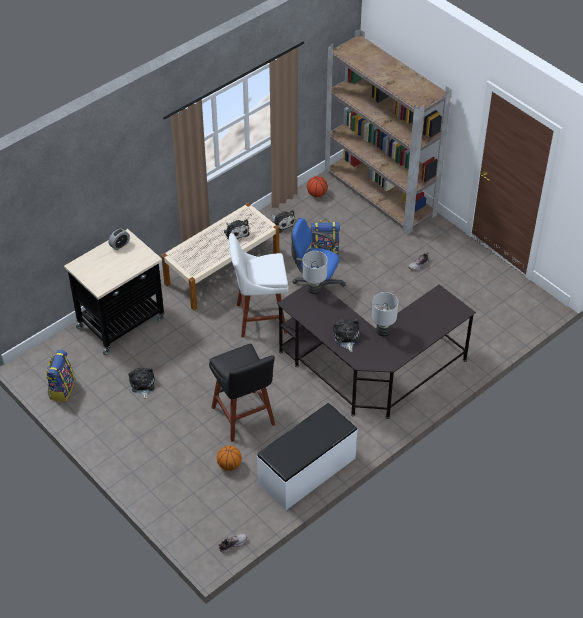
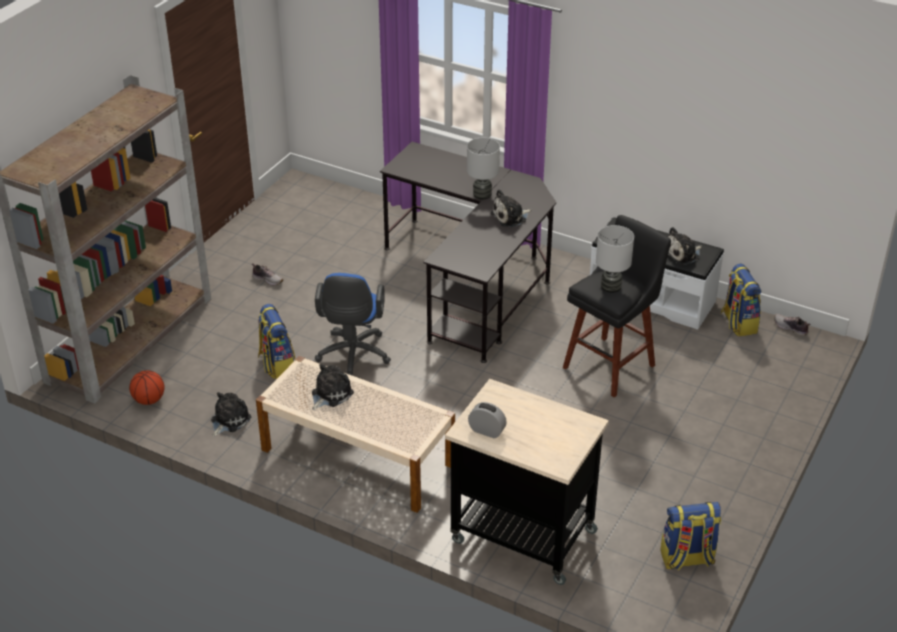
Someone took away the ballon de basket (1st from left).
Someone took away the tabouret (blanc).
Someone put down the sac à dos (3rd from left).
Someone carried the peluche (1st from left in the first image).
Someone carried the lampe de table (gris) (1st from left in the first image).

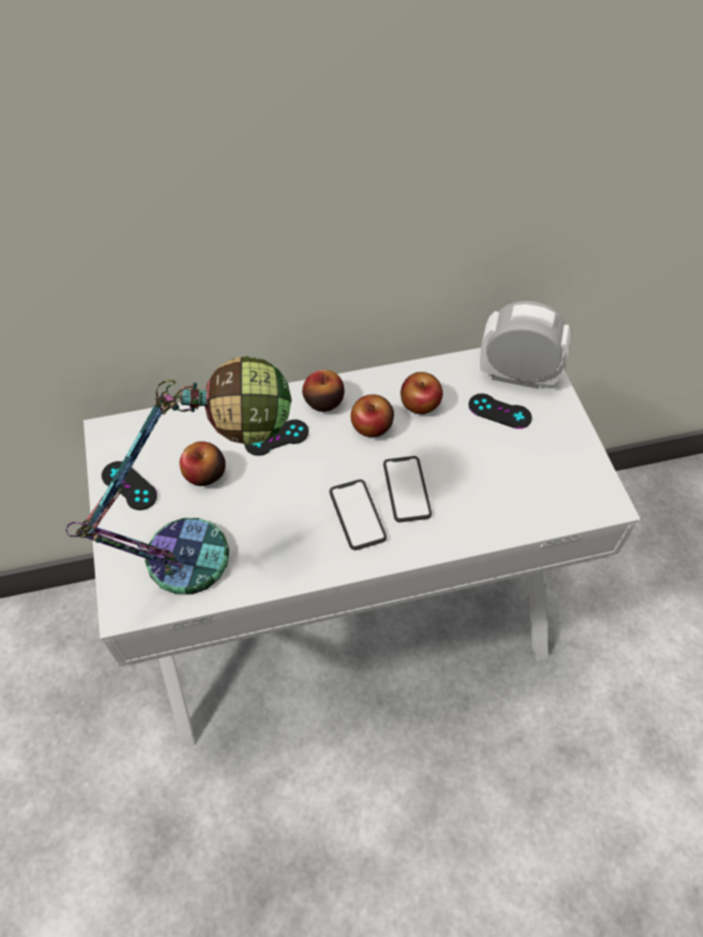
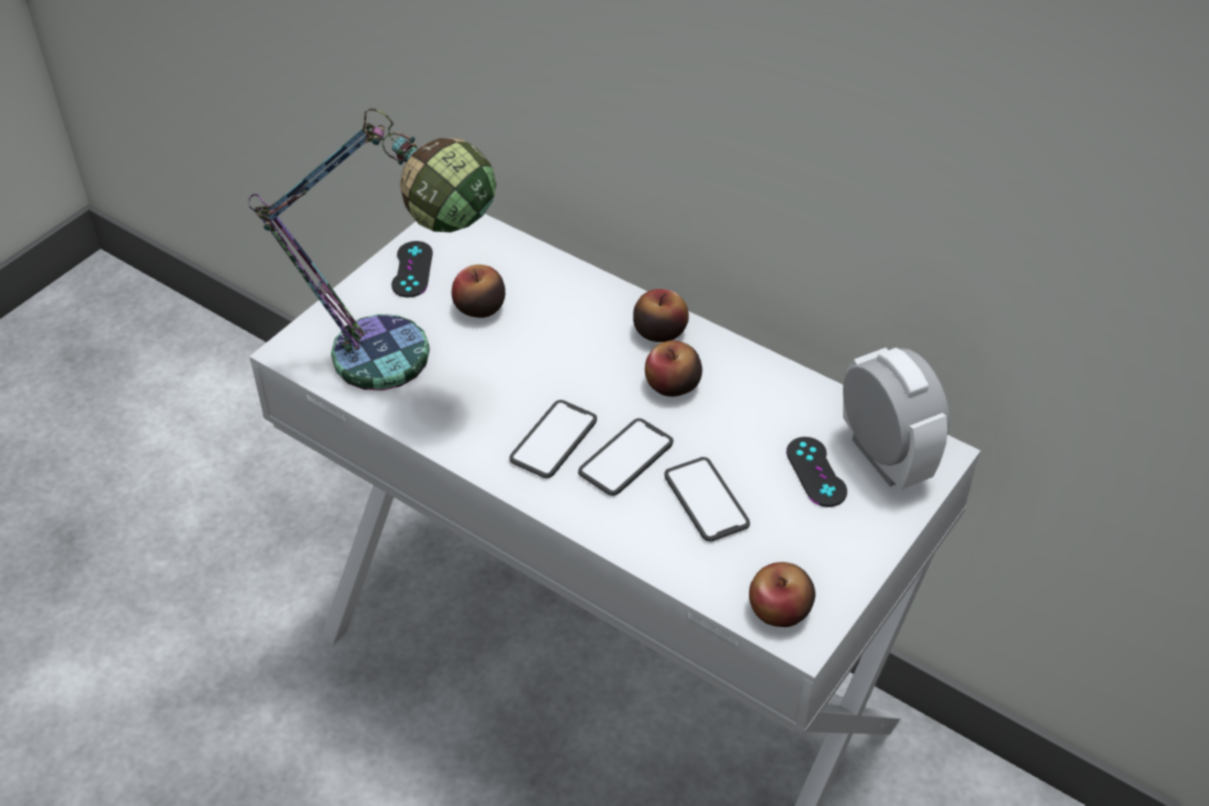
Someone took away the manette (noir) (2nd from left).
Someone put down the téléphone (3rd from left).
Someone carried the pomme (4th from left).

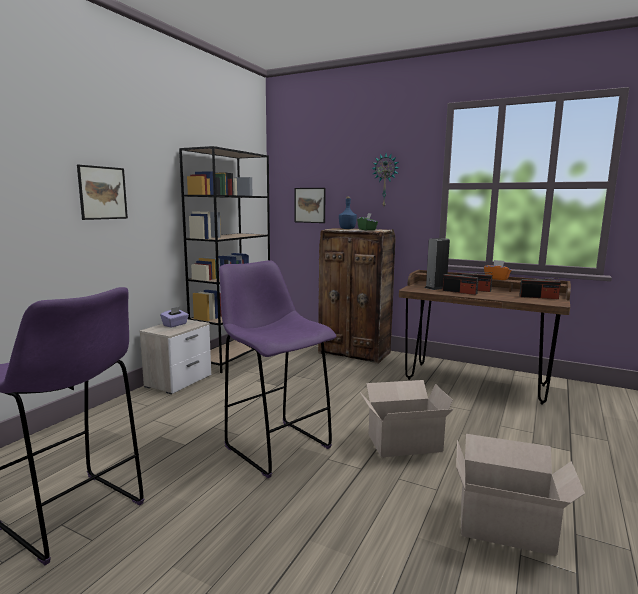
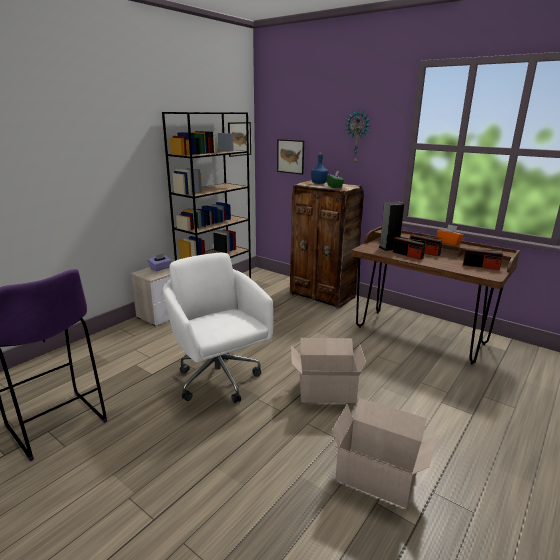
Someone carried the tableau (1st from left).
Someone swapped the tabouret (violet) (2nd from left) for the chaise de bureau (blanc).

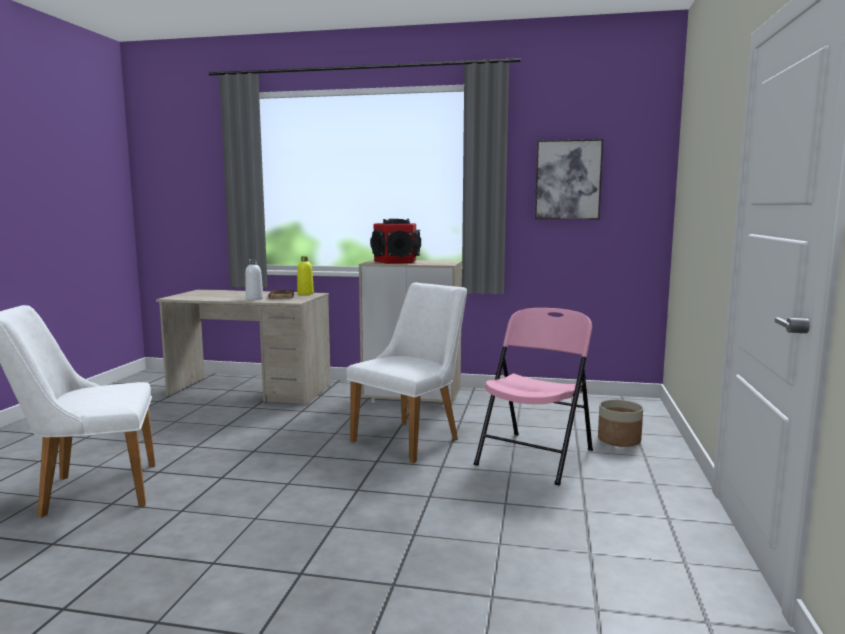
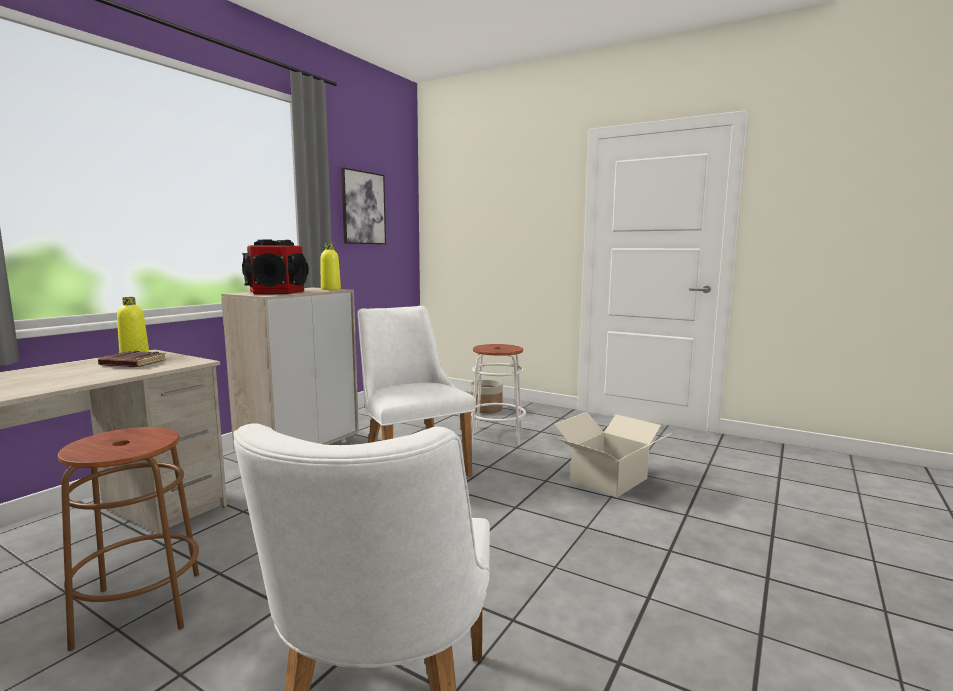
Someone took away the bouteille (blanc).
Someone put down the tabouret (marron).
Someone put down the bouteille (jaune) (2nd from left).
Someone put down the carton.
Someone swapped the chaise (rose) for the tabouret (blanc).

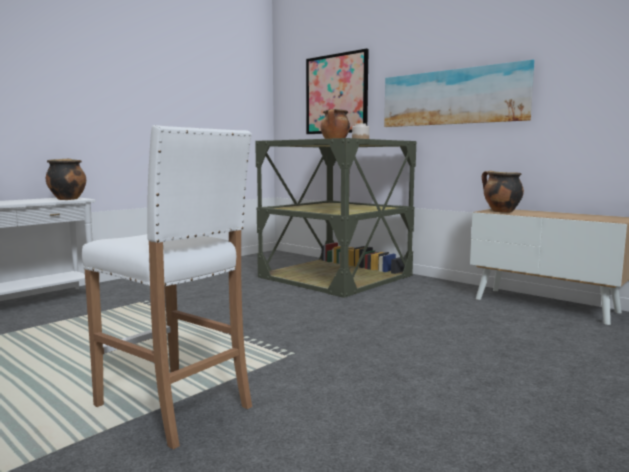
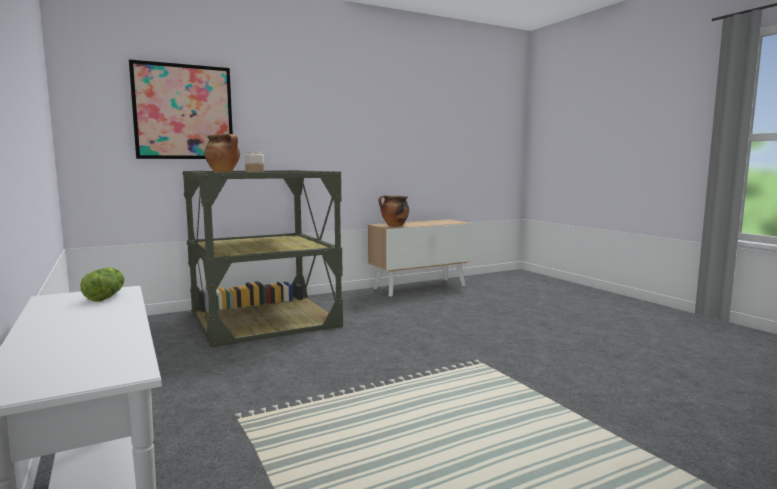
Someone took away the tabouret (blanc).
Someone took away the tableau (2nd from left).
Someone swapped the marmite (1st from left) for the laitue.

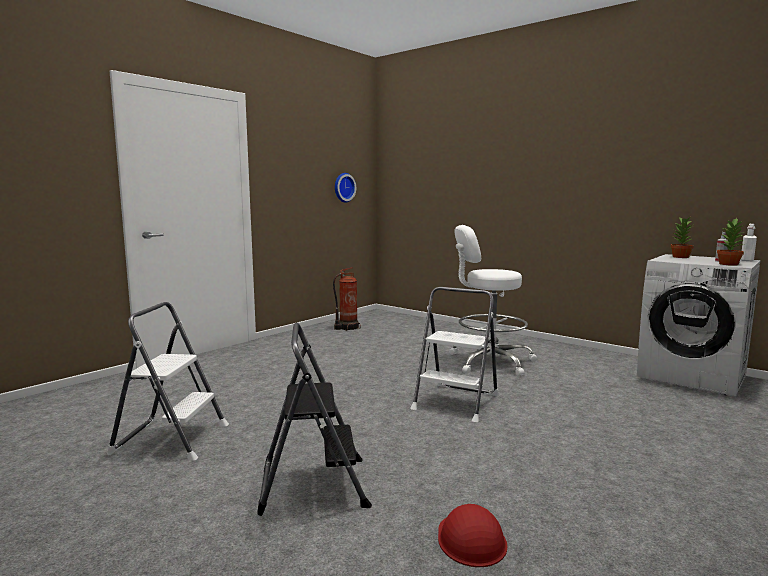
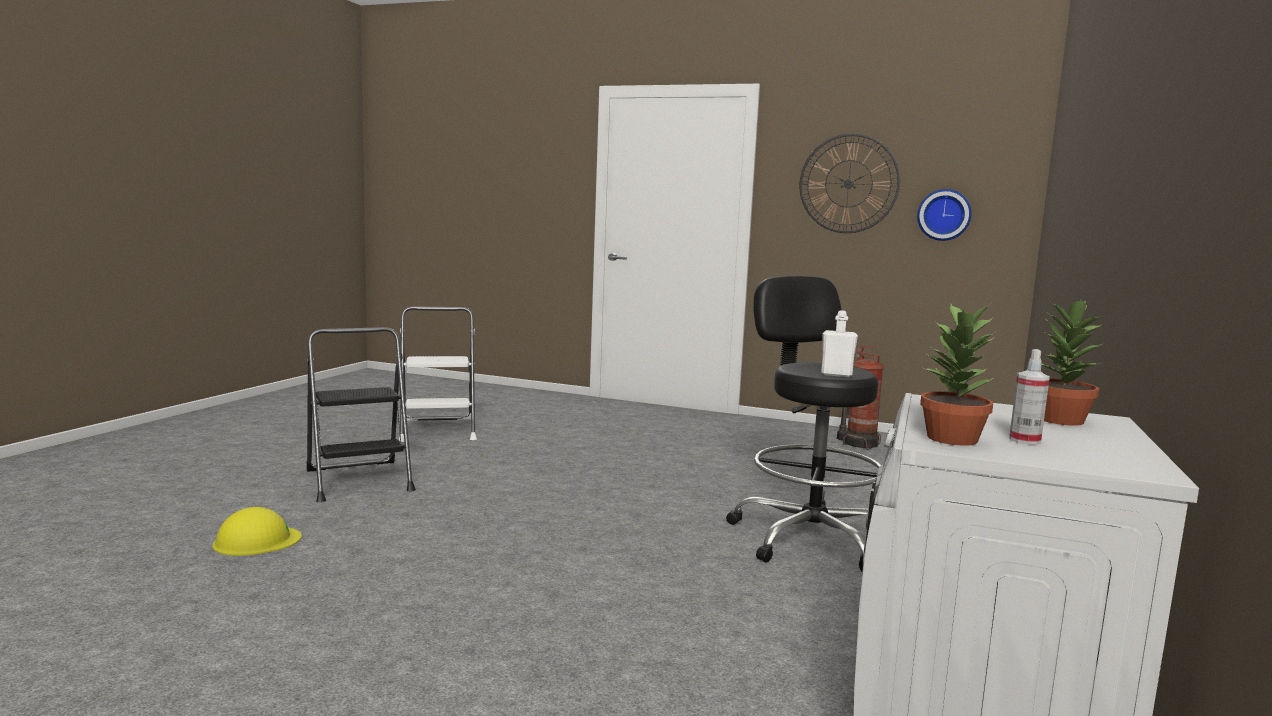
Someone took away the escabeau (blanc) (2nd from left).
Someone put up the horloge murale (1st from left).
Someone carried the bouteille (blanc).
Someone repainted the casque de chantier (rouge), which became the casque de chantier (jaune).
Someone repainted the tabouret (blanc), which became the tabouret (noir).

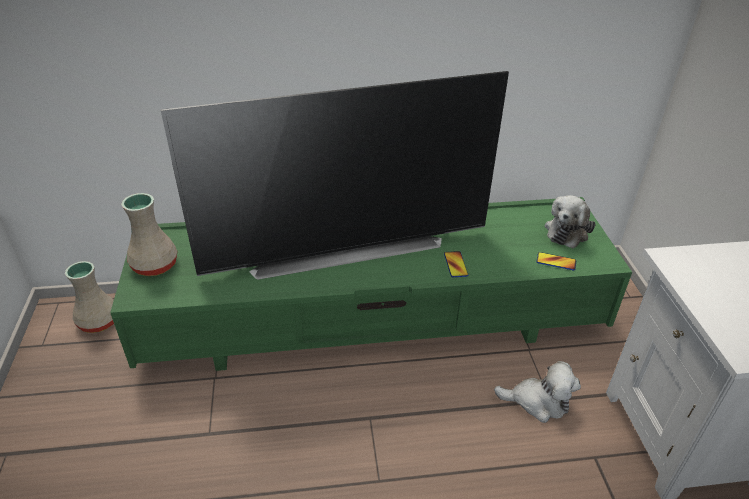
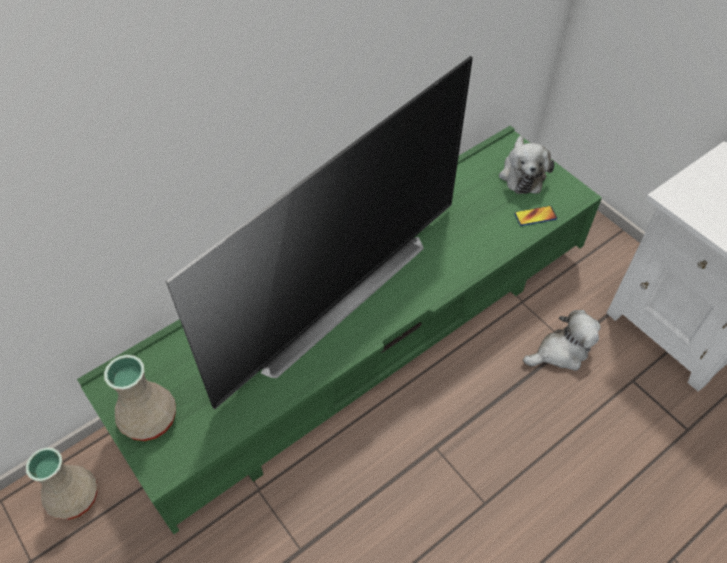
Someone took away the téléphone (1st from left).

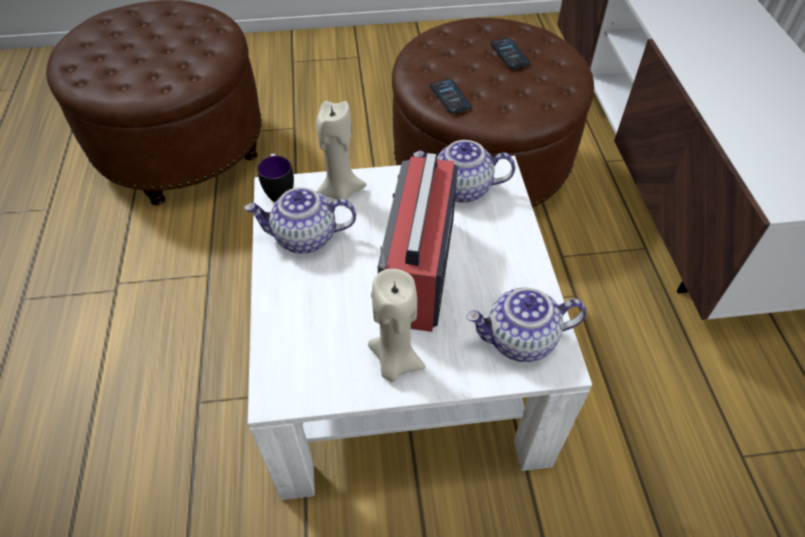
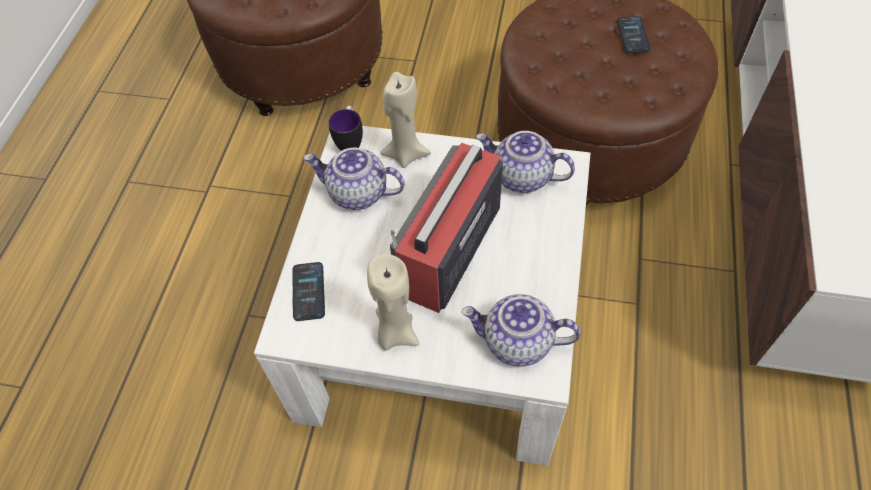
Someone carried the téléphone (1st from left).

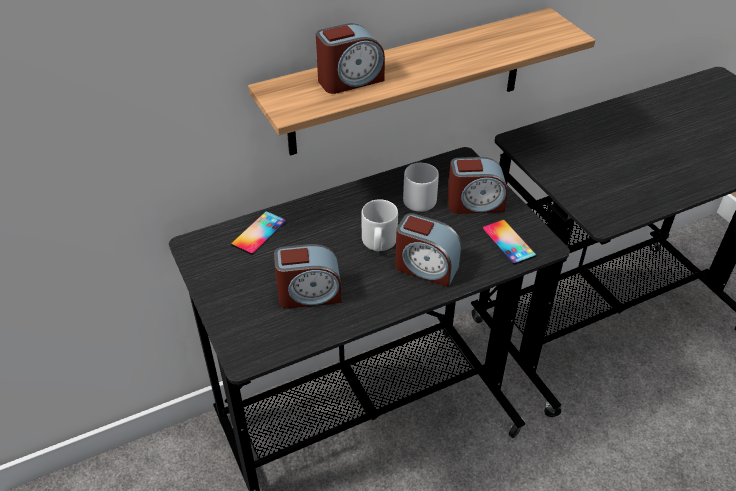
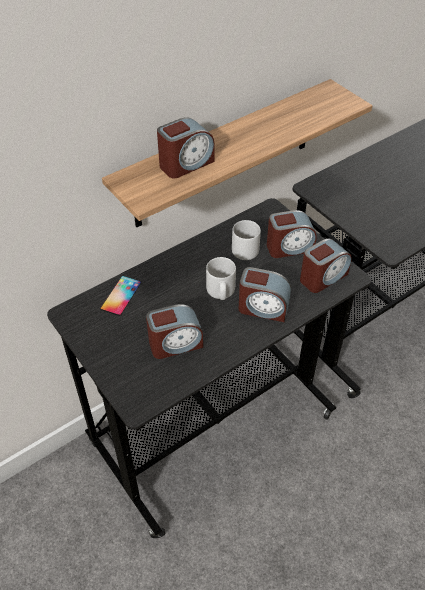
Someone swapped the téléphone (2nd from left) for the réveil (5th from left).

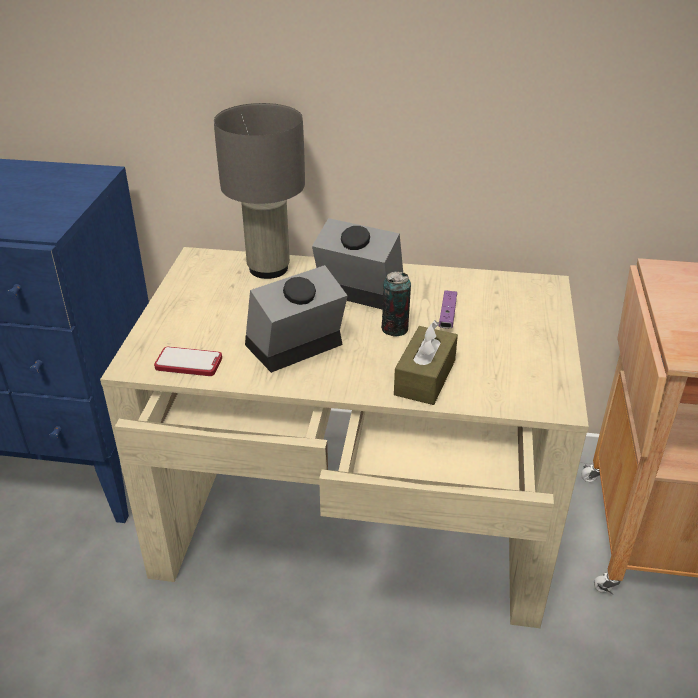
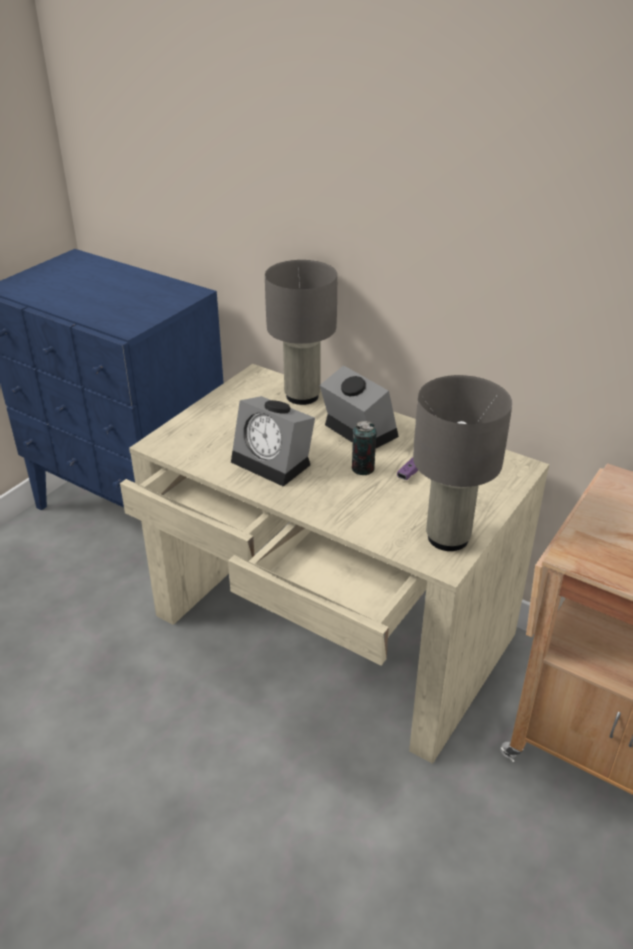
Someone took away the téléphone.
Someone took away the boîte à mouchoirs (marron).
Someone put down the lampe de table (gris) (2nd from left).
Someone rotated the réveil (1st from left) by 135 degrees counterclockwise.

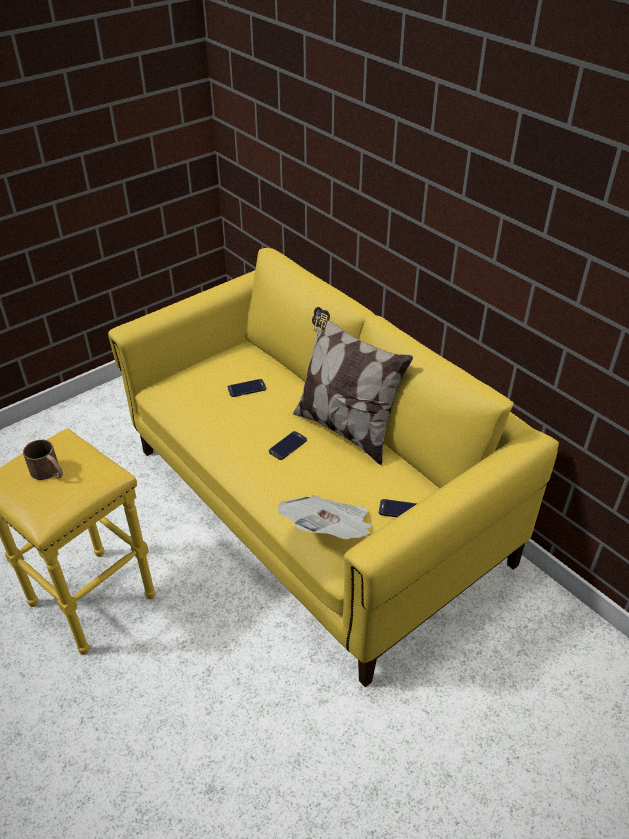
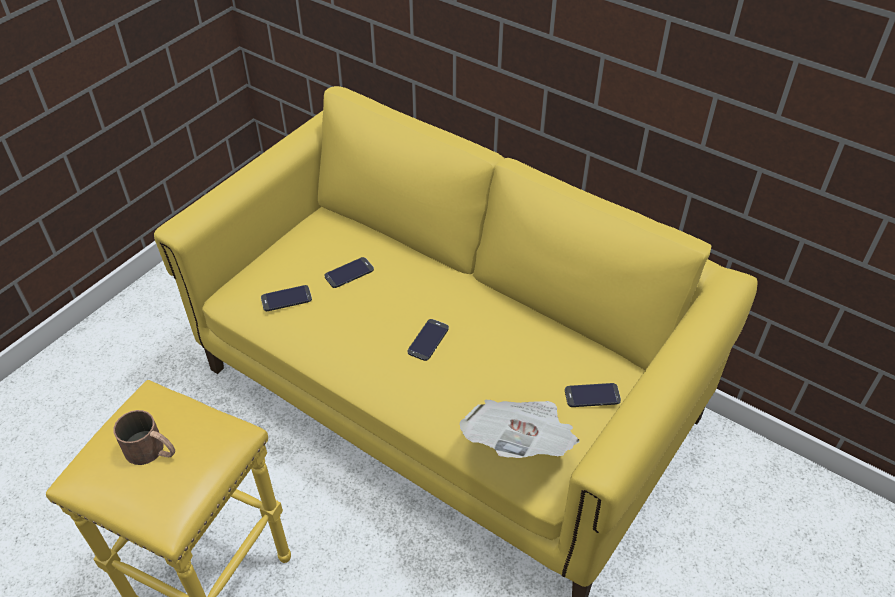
Someone took away the coussin.
Someone put down the téléphone (1st from left).

